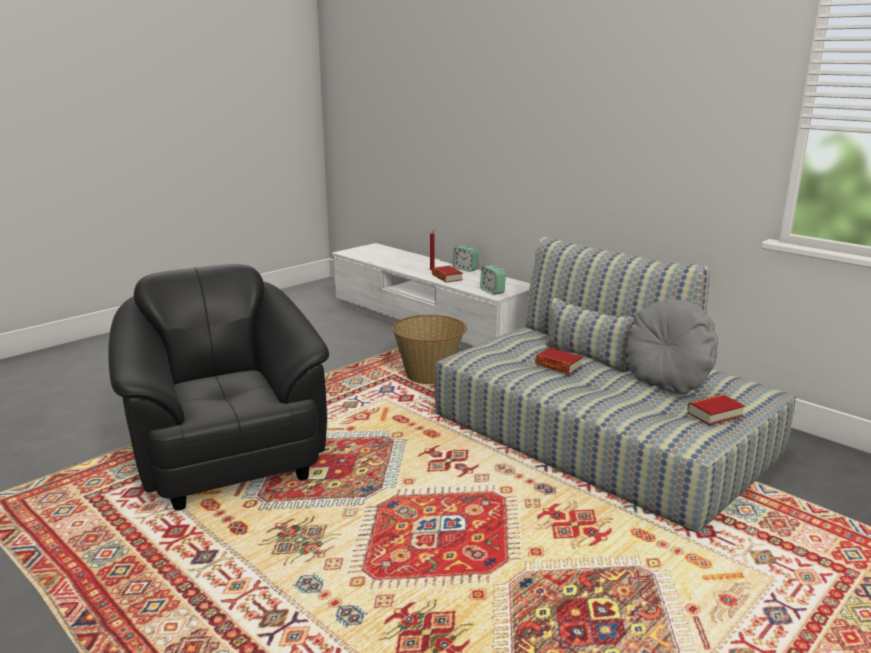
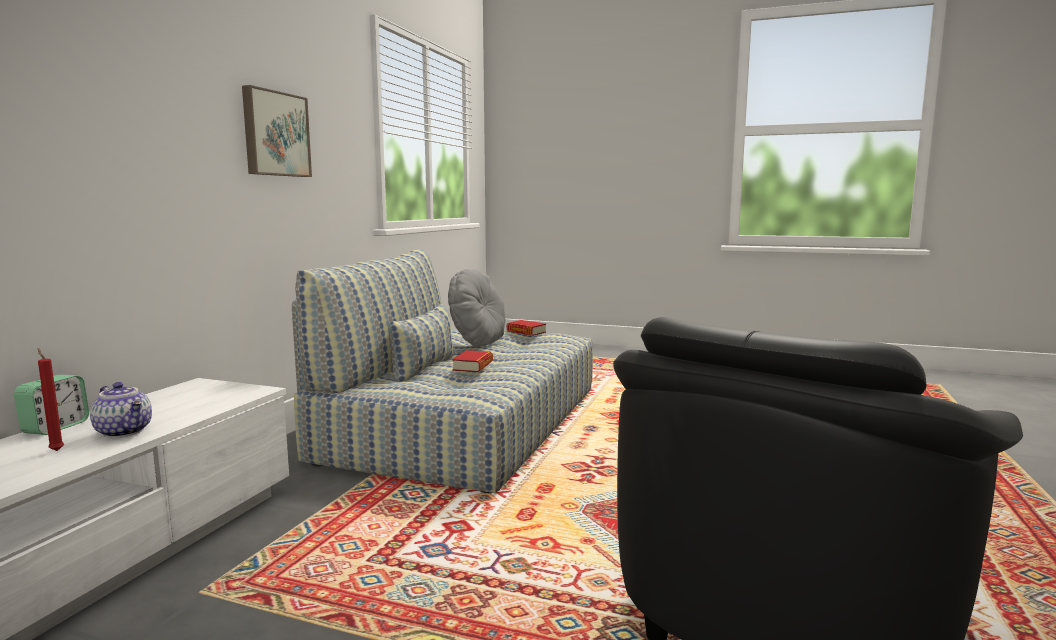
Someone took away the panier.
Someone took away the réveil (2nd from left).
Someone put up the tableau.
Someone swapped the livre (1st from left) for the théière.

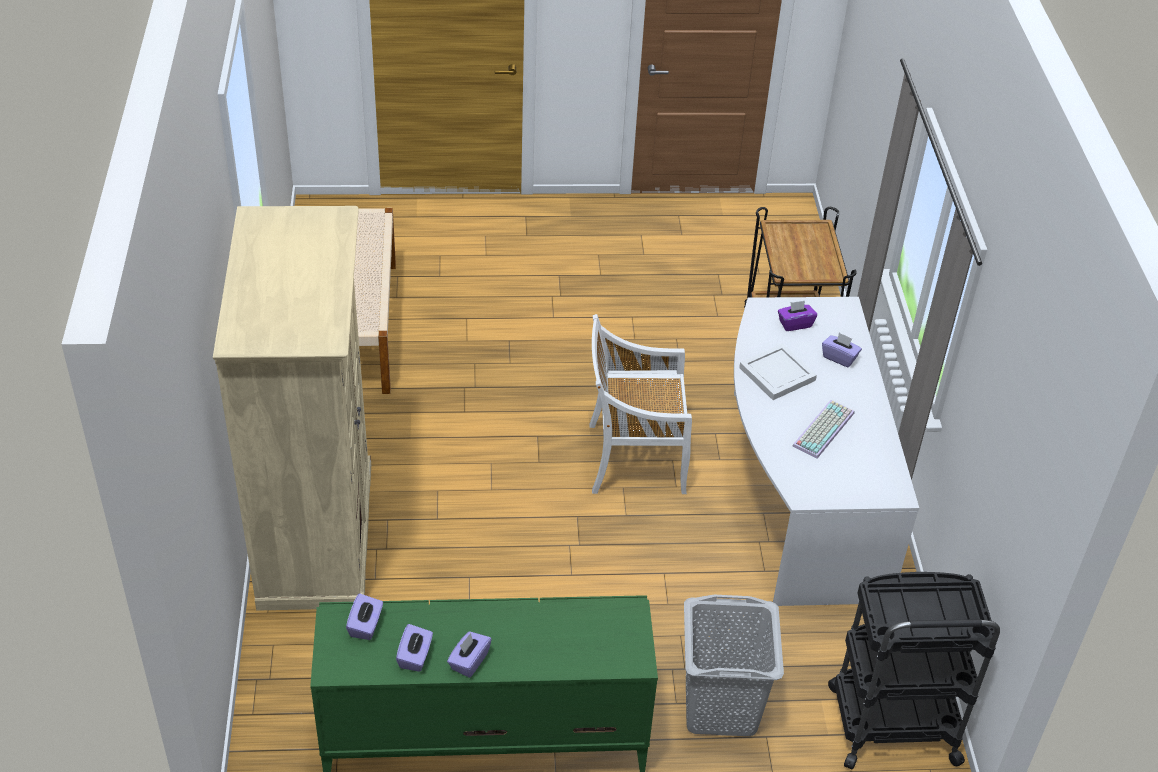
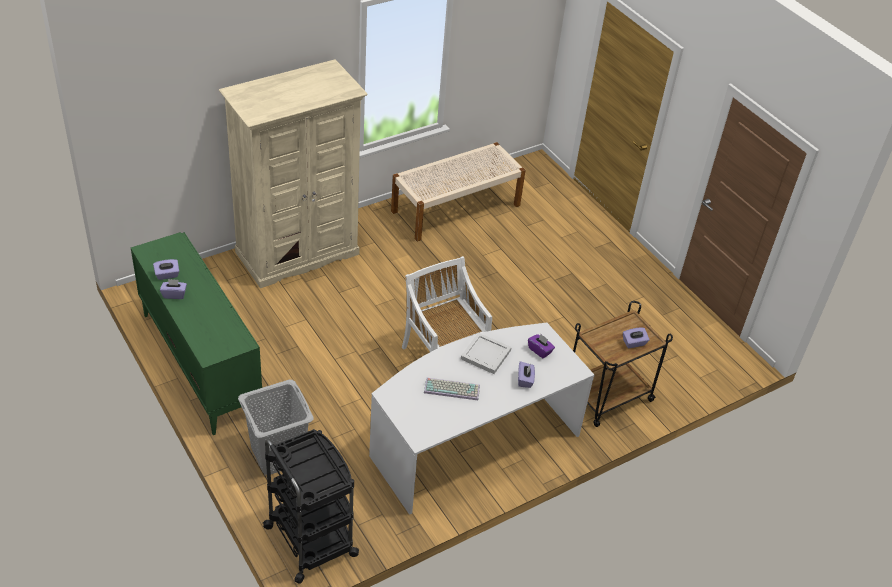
Someone carried the boîte à mouchoirs (violet) (1st from left in the first image).

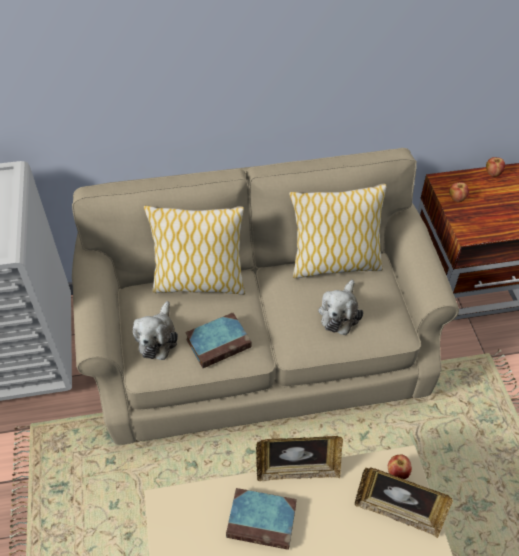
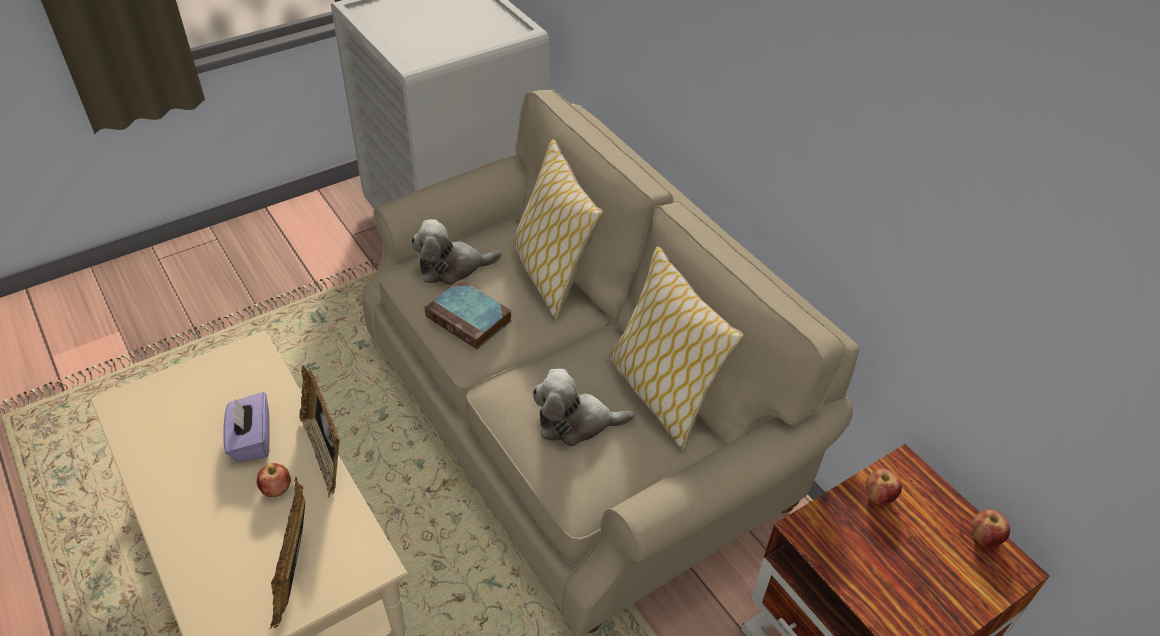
Someone carried the pomme (1st from left).
Someone swapped the livre (2nd from left) for the boîte à mouchoirs (violet).

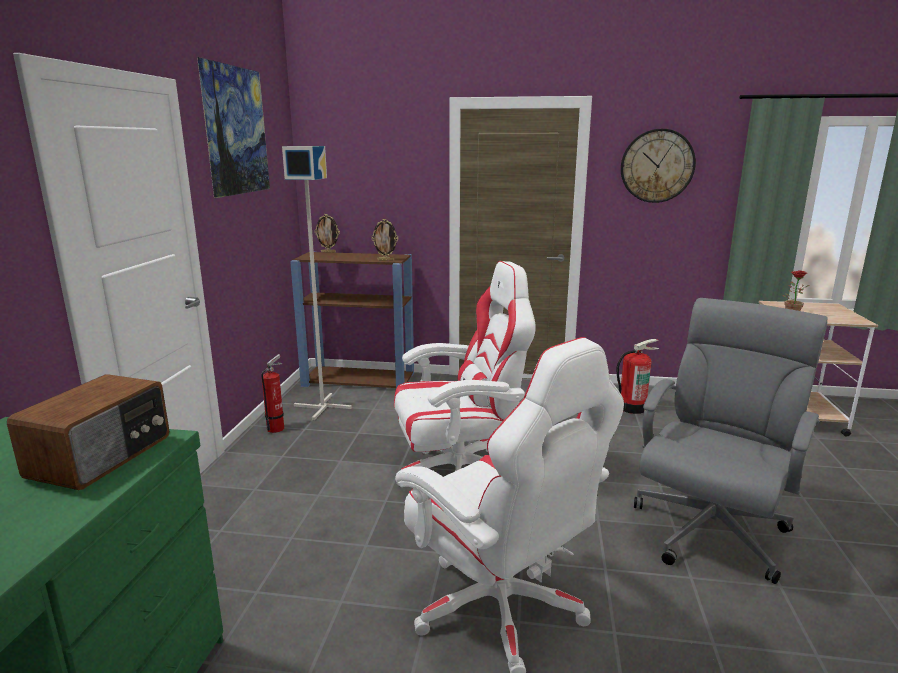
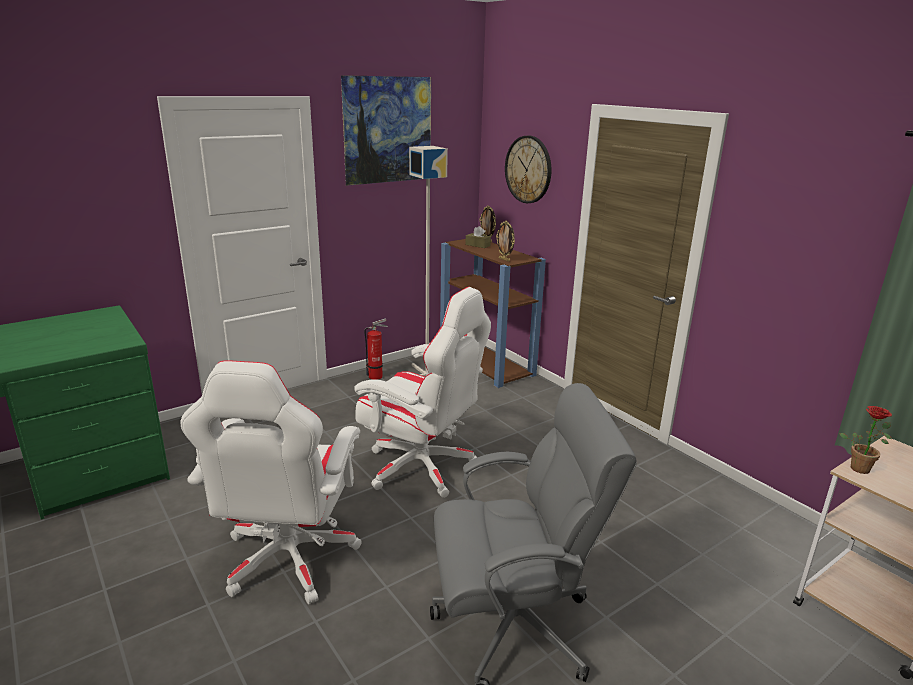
Someone took away the radio.
Someone took away the extincteur (2nd from left).
Someone put down the boîte à mouchoirs (marron).
Someone carried the horloge murale.

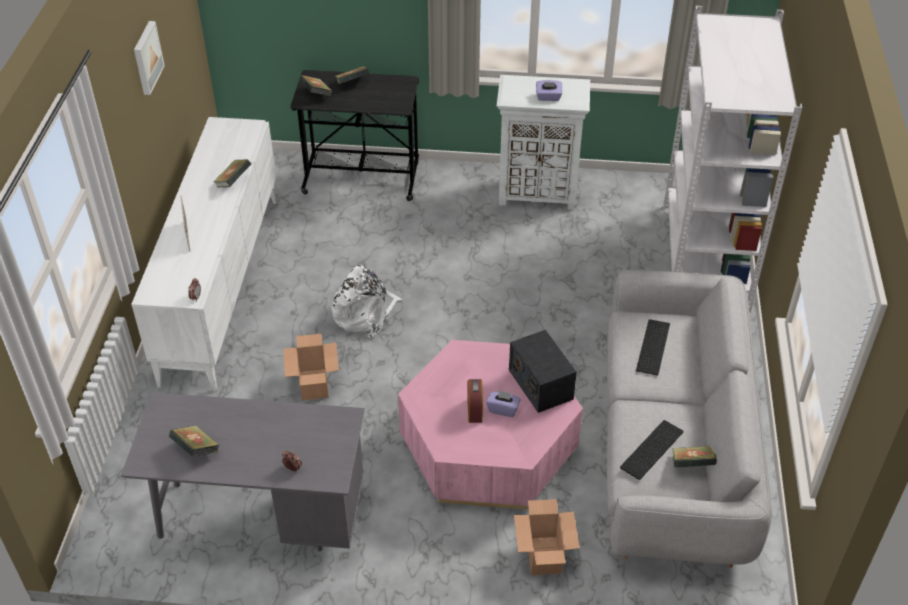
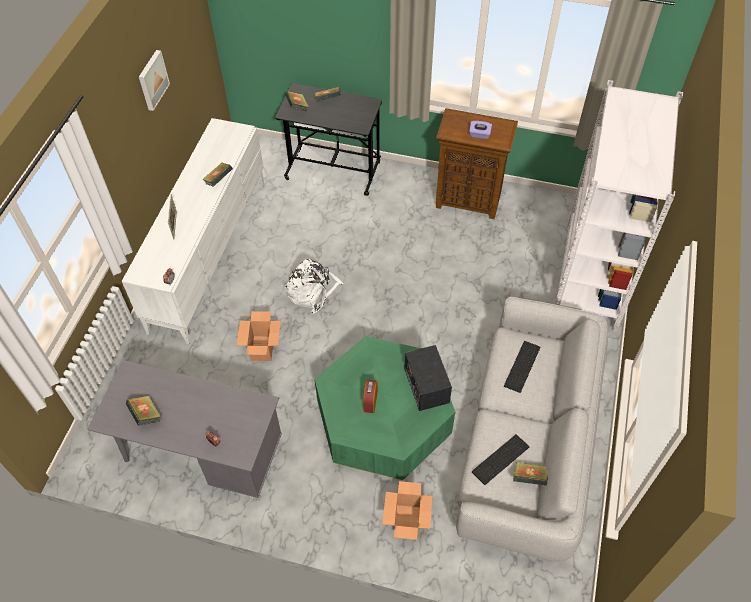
Someone took away the boîte à mouchoirs (violet) (1st from left).
Someone repainted the table basse (rose), which became the table basse (vert).
Someone repainted the meuble de rangement (blanc) (2nd from left), which became the meuble de rangement (marron).

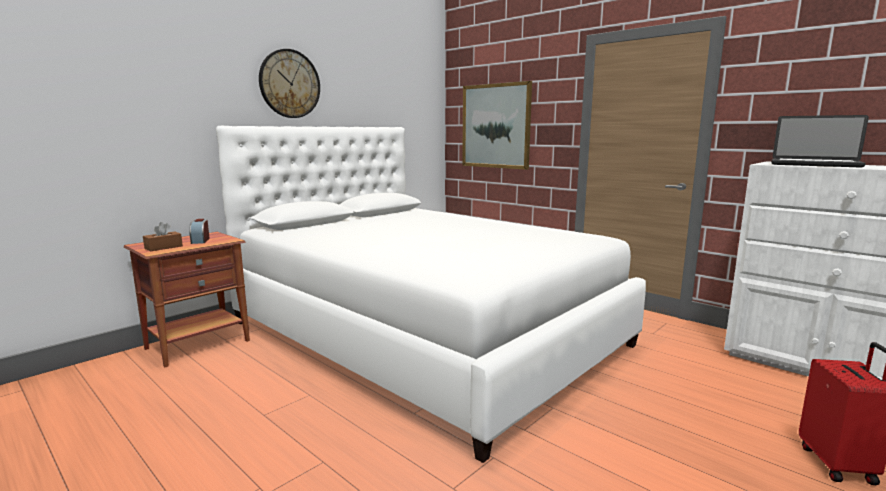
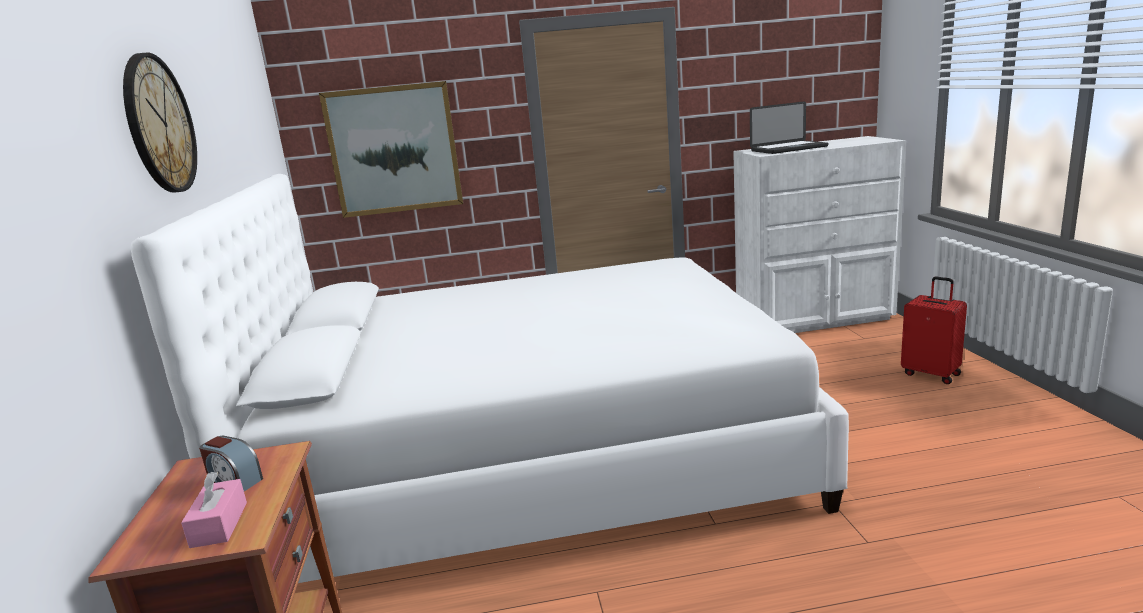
Someone repainted the boîte à mouchoirs (marron), which became the boîte à mouchoirs (rose).

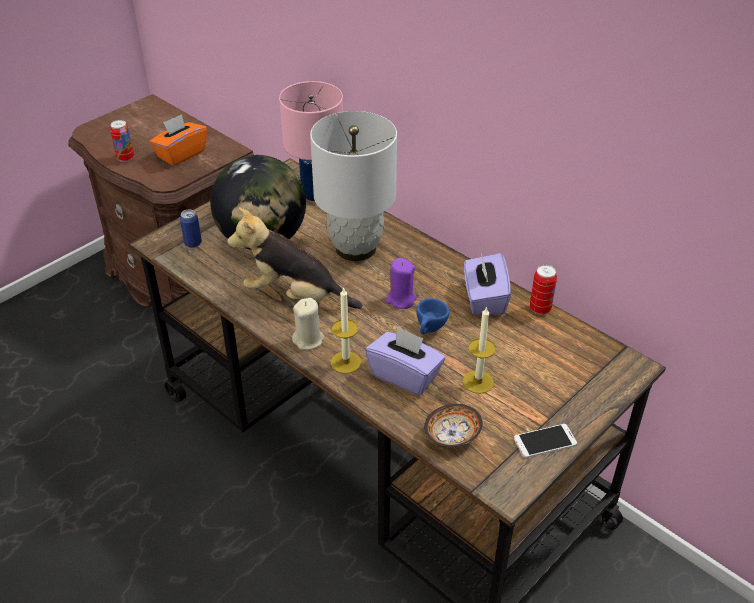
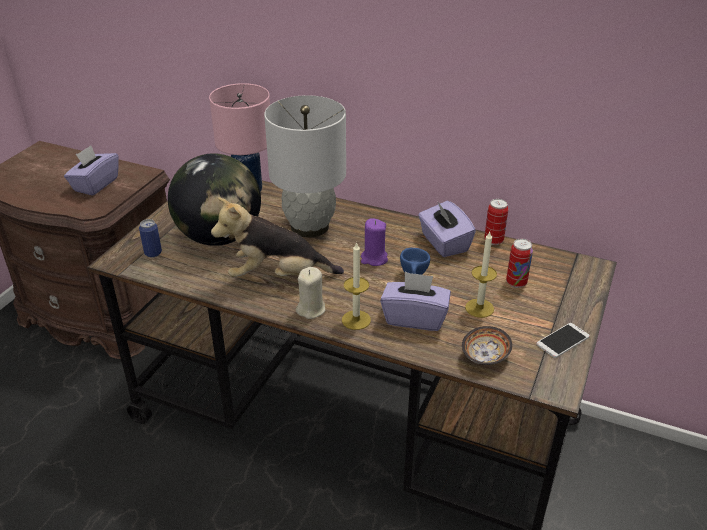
Someone carried the boîte métallique (1st from left in the first image).
Someone repainted the boîte à mouchoirs (orange), which became the boîte à mouchoirs (violet) (1st from left).

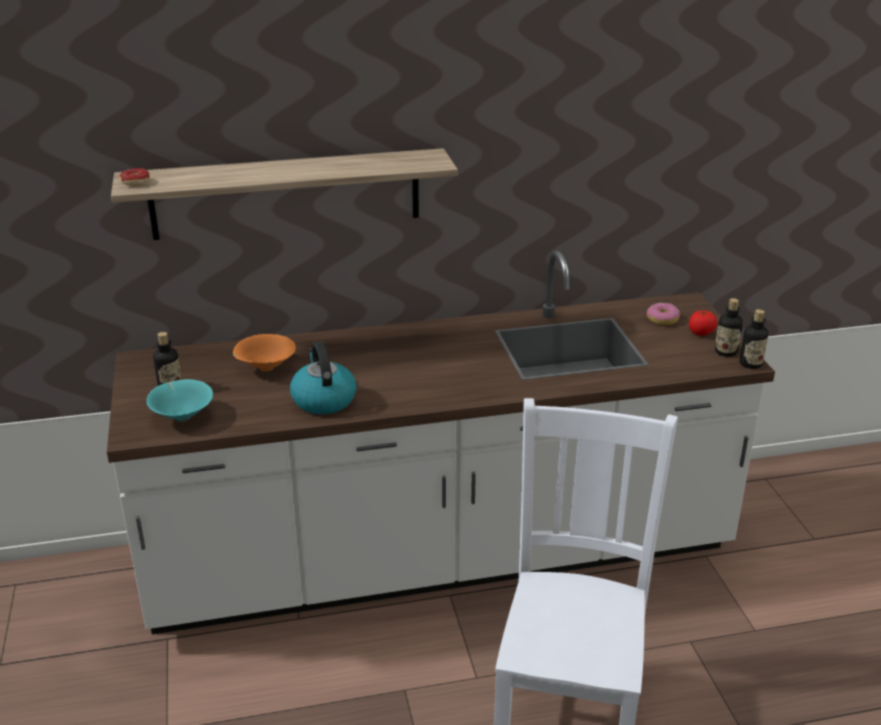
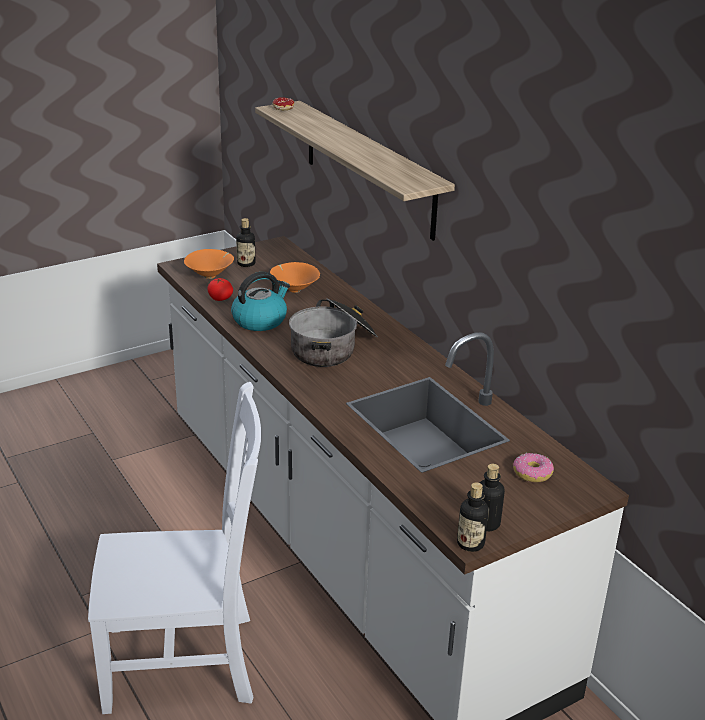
Someone put down the marmite.
Someone carried the tomate.
Someone repainted the bol (turquoise), which became the bol (orange) (1st from left).

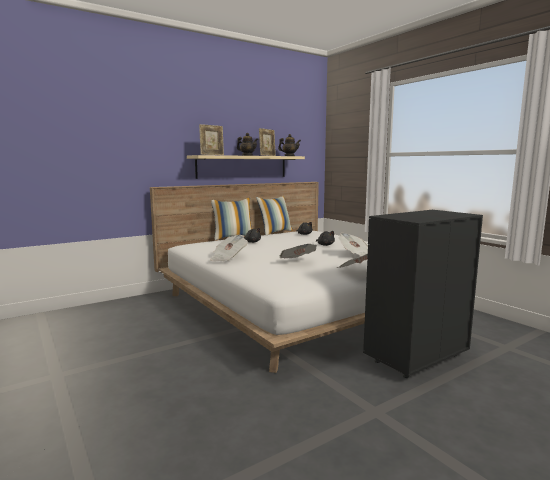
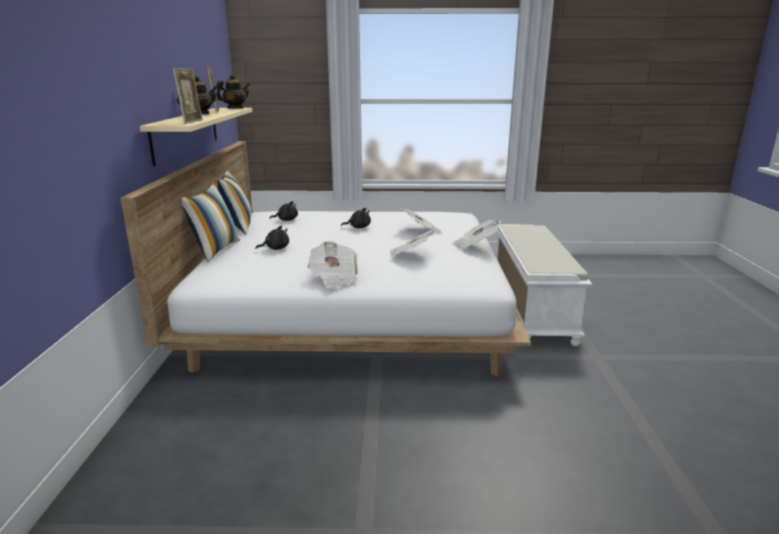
Someone swapped the meuble de rangement (noir) for the banc (blanc).

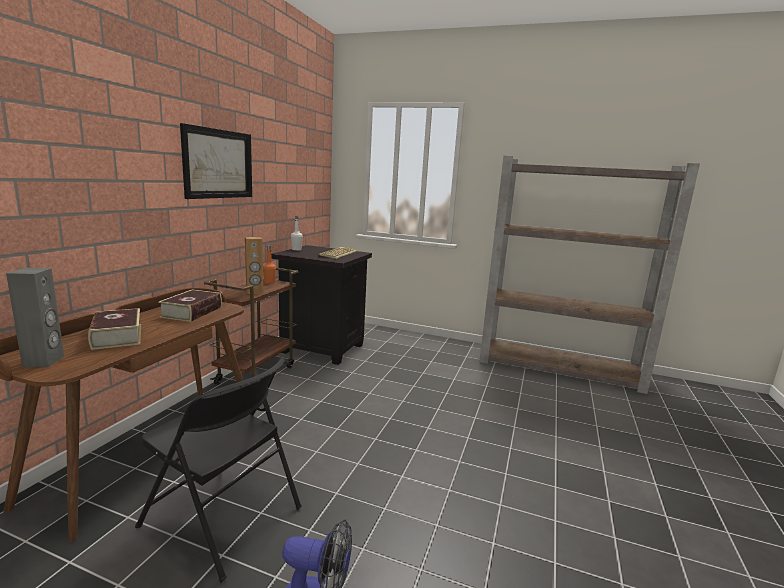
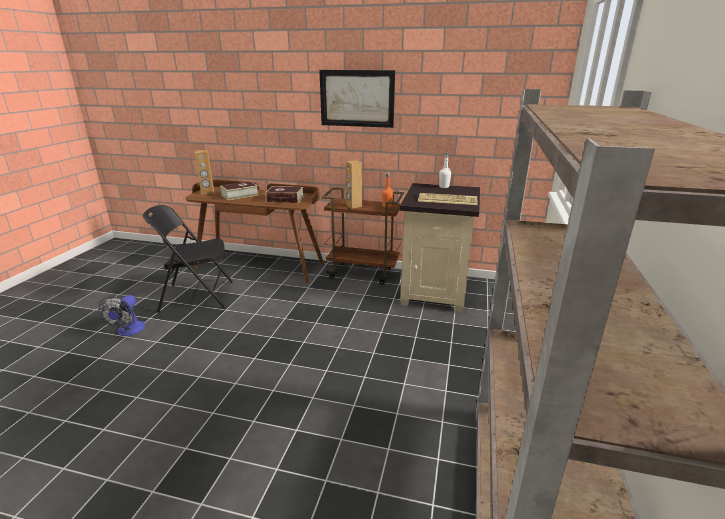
Someone repainted the enceinte (gris), which became the enceinte (marron) (1st from left).
Someone repainted the meuble de rangement (noir), which became the meuble de rangement (beige).
Someone rotated the chaise (noir) by 60 degrees clockwise.

